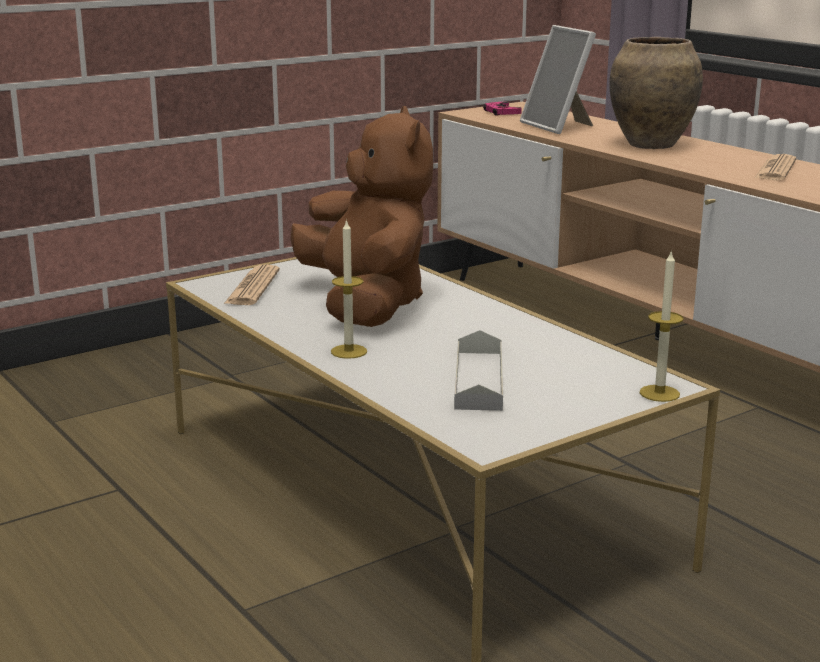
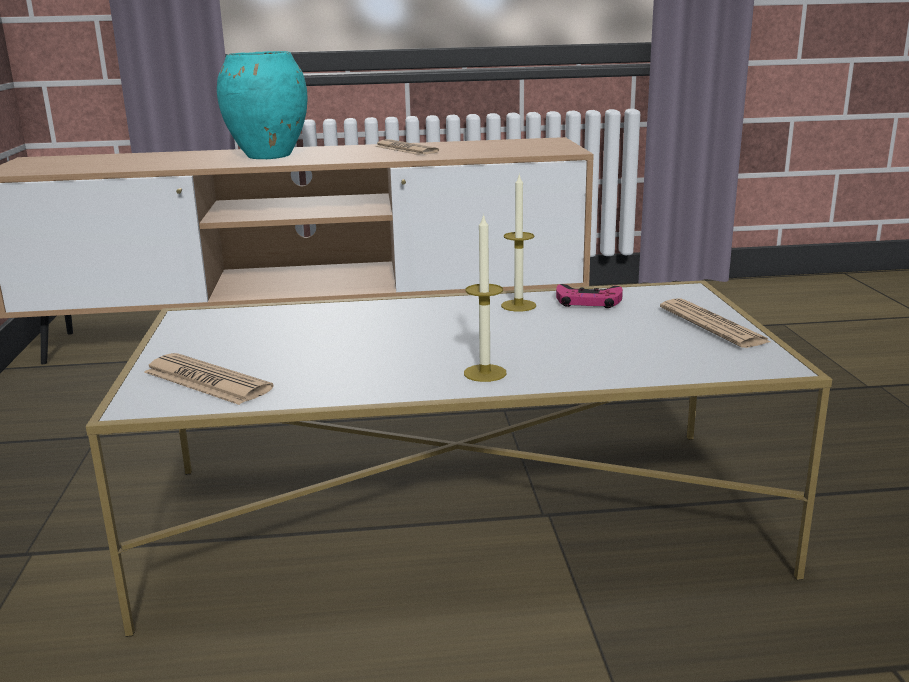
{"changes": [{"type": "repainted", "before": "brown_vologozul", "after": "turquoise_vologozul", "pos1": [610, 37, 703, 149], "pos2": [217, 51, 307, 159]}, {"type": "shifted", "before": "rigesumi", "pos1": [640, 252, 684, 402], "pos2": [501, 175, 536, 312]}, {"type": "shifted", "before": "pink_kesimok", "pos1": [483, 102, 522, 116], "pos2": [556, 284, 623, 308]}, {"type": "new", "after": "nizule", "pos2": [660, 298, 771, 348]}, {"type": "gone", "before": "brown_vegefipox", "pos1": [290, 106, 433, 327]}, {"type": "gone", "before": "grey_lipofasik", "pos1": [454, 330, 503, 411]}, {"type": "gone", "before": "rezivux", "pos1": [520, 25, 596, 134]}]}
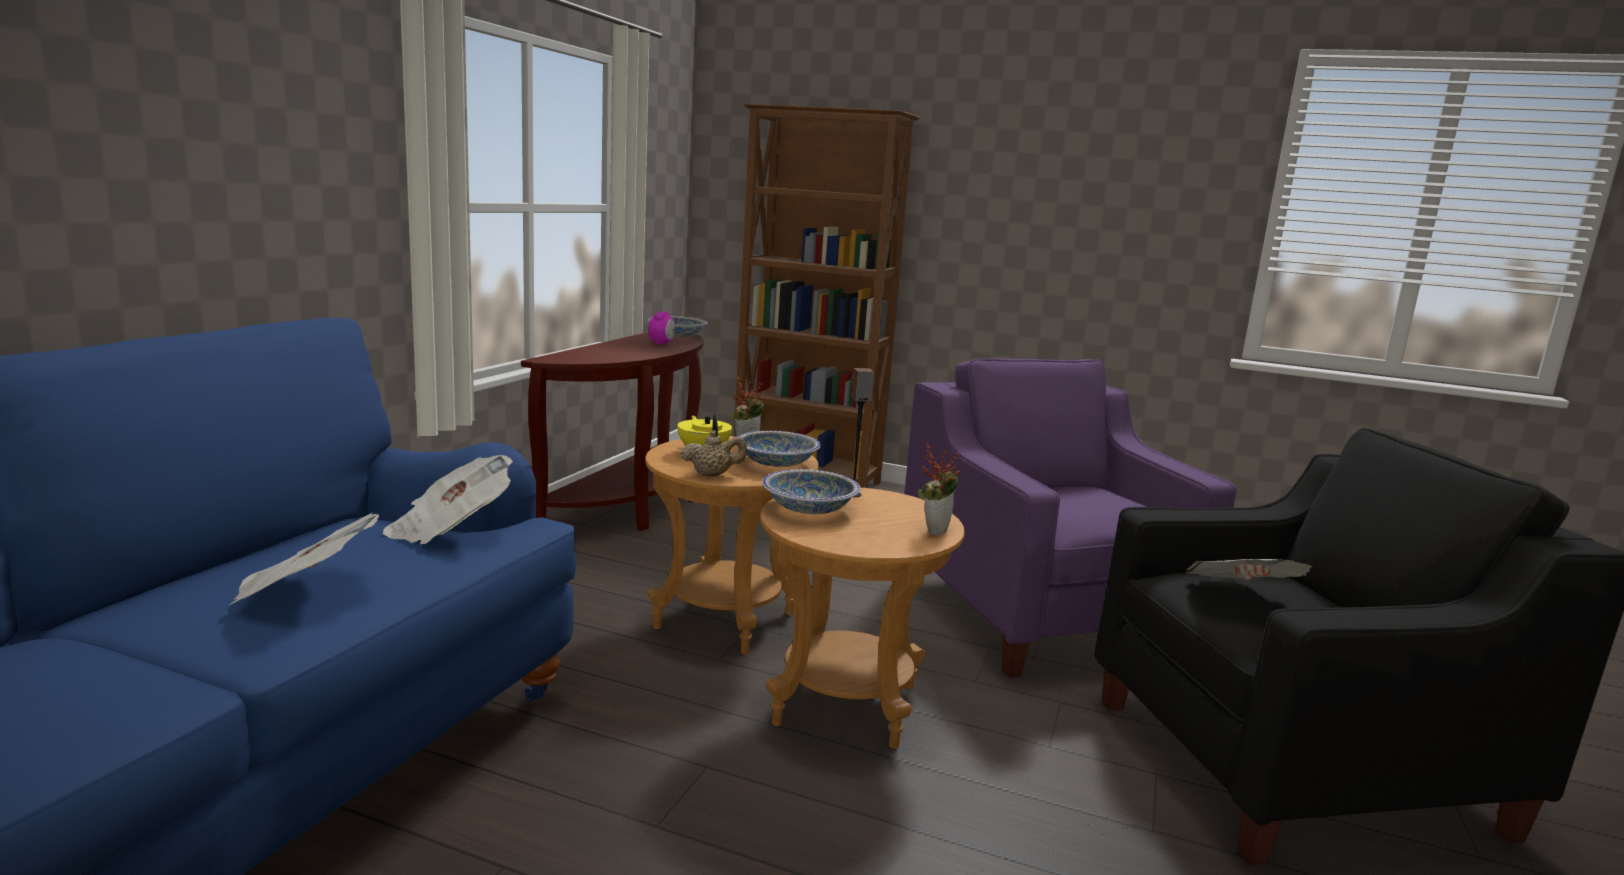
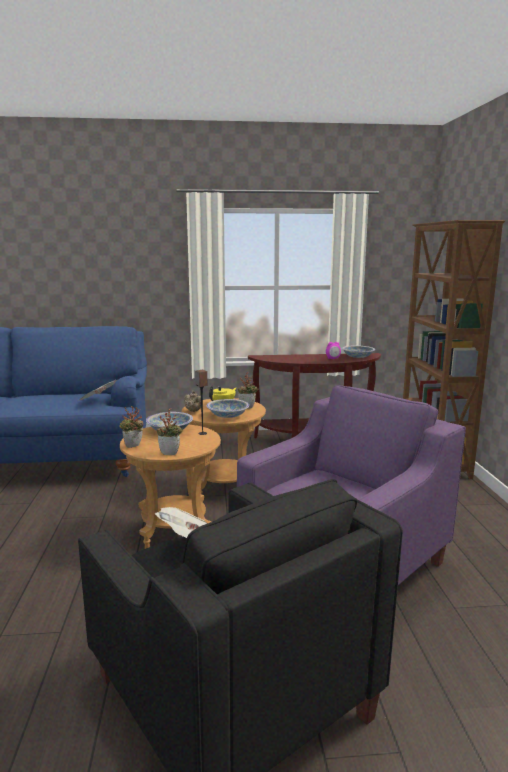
{"changes": [{"type": "new", "after": "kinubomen", "pos2": [120, 406, 143, 448]}, {"type": "gone", "before": "nizule", "pos1": [229, 513, 379, 605]}]}
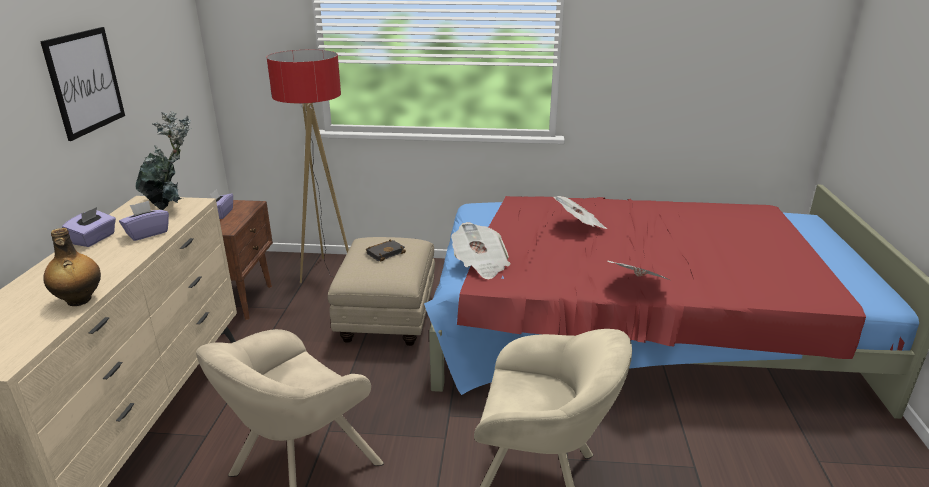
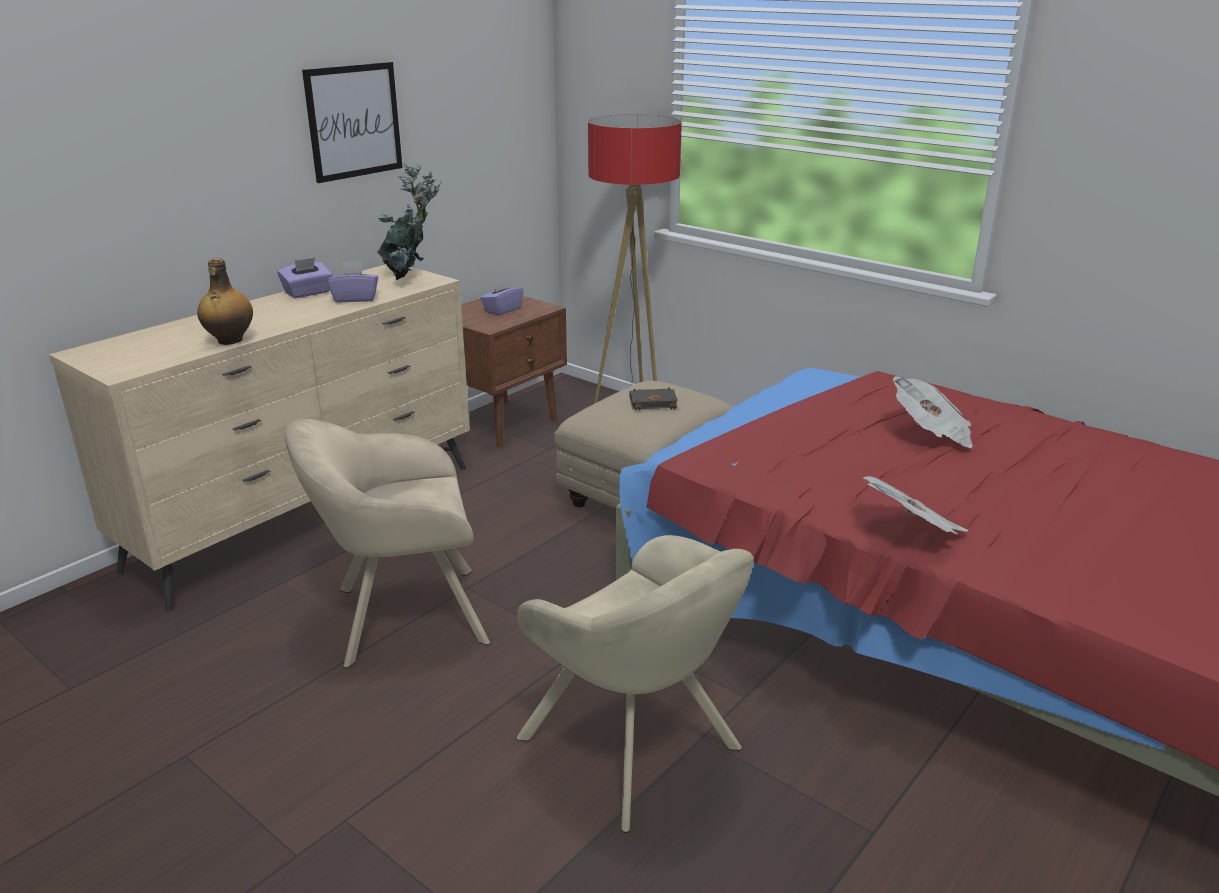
{"changes": [{"type": "gone", "before": "nizule", "pos1": [451, 222, 510, 279]}]}
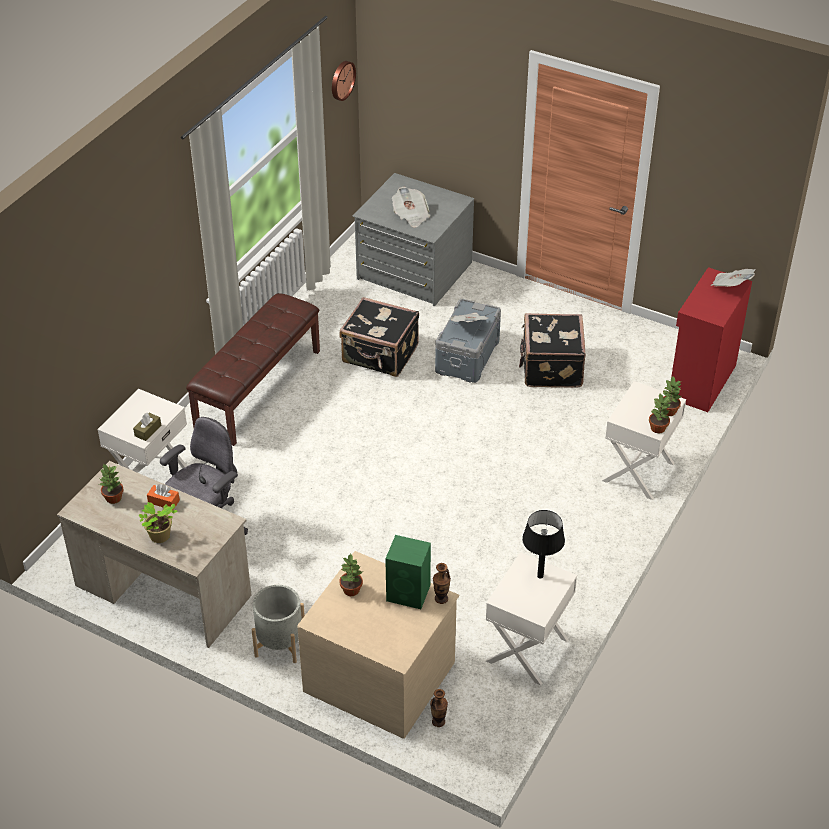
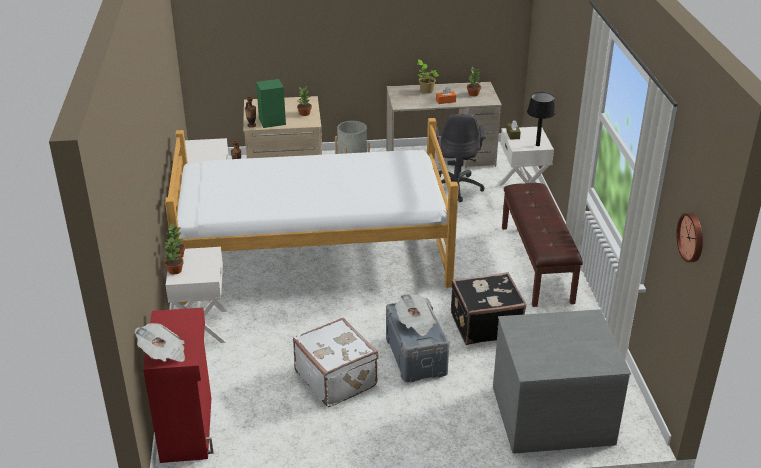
{"changes": [{"type": "new", "after": "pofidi", "pos2": [165, 118, 459, 305]}, {"type": "repainted", "before": "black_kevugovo", "after": "white_kevugovo", "pos1": [519, 313, 586, 388], "pos2": [293, 318, 378, 407]}, {"type": "shifted", "before": "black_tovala", "pos1": [522, 510, 565, 579], "pos2": [527, 92, 555, 146]}, {"type": "gone", "before": "nizule", "pos1": [392, 187, 430, 228]}]}
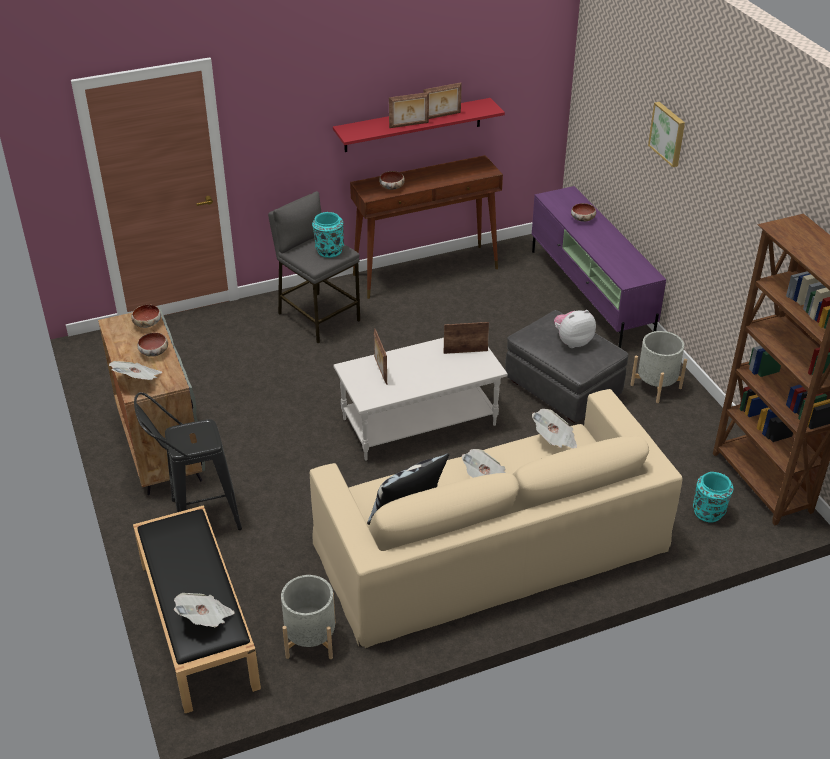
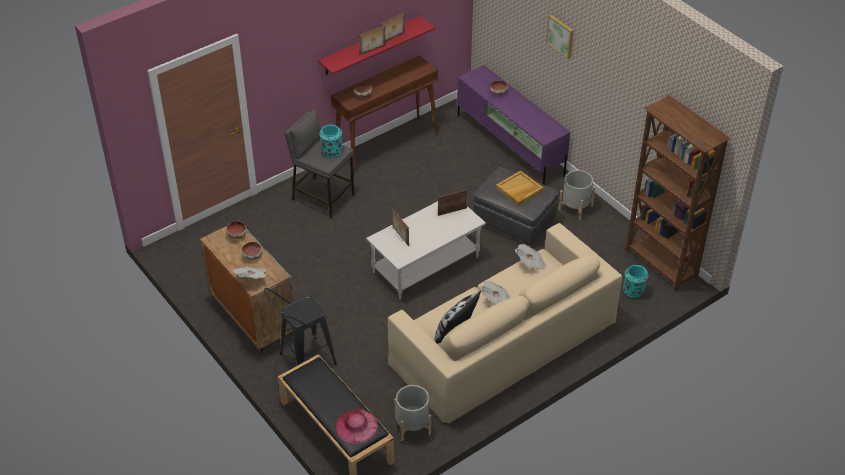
{"changes": [{"type": "swapped", "before": "nizule", "after": "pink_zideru", "pos1": [174, 593, 234, 627], "pos2": [335, 409, 378, 444]}, {"type": "swapped", "before": "vegefipox", "after": "beige_lipofasik", "pos1": [554, 310, 596, 348], "pos2": [496, 170, 544, 206]}]}
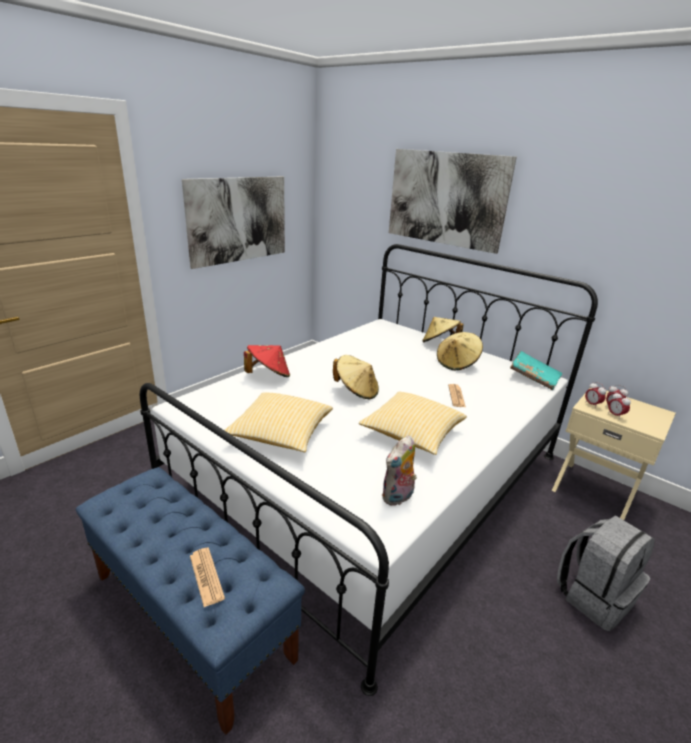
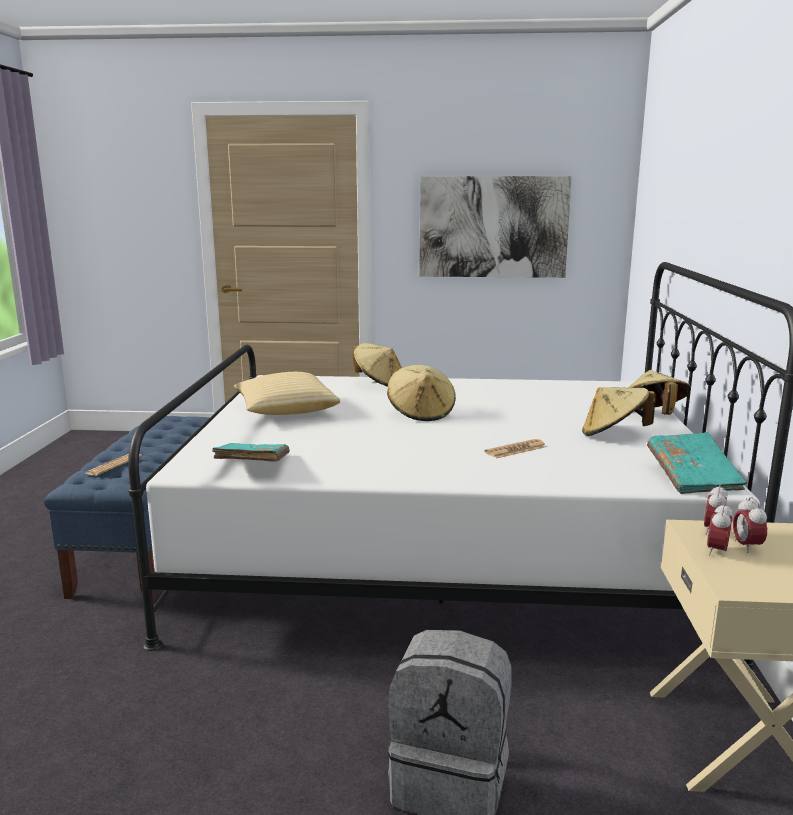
{"changes": [{"type": "swapped", "before": "vegefipox", "after": "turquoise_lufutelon", "pos1": [382, 435, 417, 506], "pos2": [212, 443, 290, 462]}, {"type": "repainted", "before": "red_zideru", "after": "beige_zideru", "pos1": [244, 345, 290, 377], "pos2": [352, 343, 402, 387]}, {"type": "gone", "before": "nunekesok", "pos1": [359, 392, 467, 455]}, {"type": "gone", "before": "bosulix", "pos1": [389, 149, 517, 254]}]}
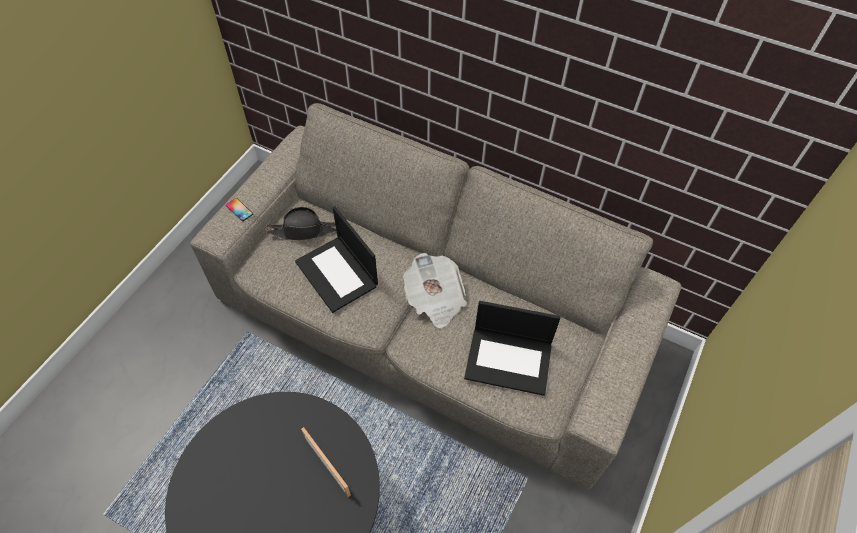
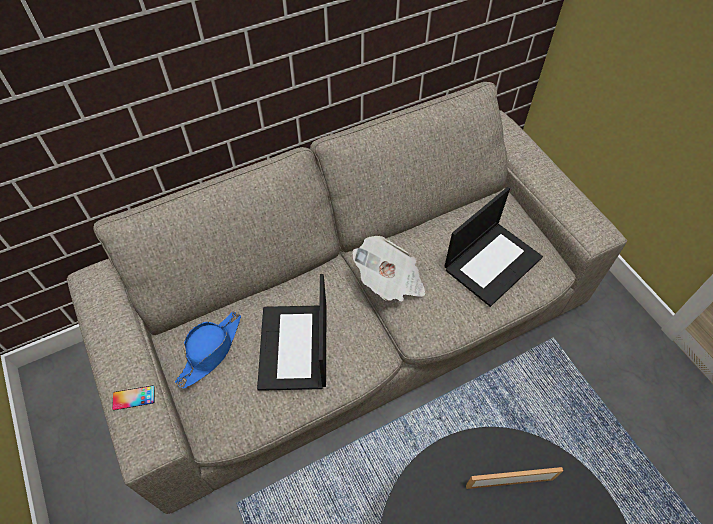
{"changes": [{"type": "repainted", "before": "black_zideru", "after": "blue_zideru", "pos1": [266, 207, 336, 240], "pos2": [175, 311, 241, 389]}, {"type": "rotated", "before": "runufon", "pos1": [295, 206, 378, 313], "pos2": [257, 274, 326, 391], "turn": 90}]}
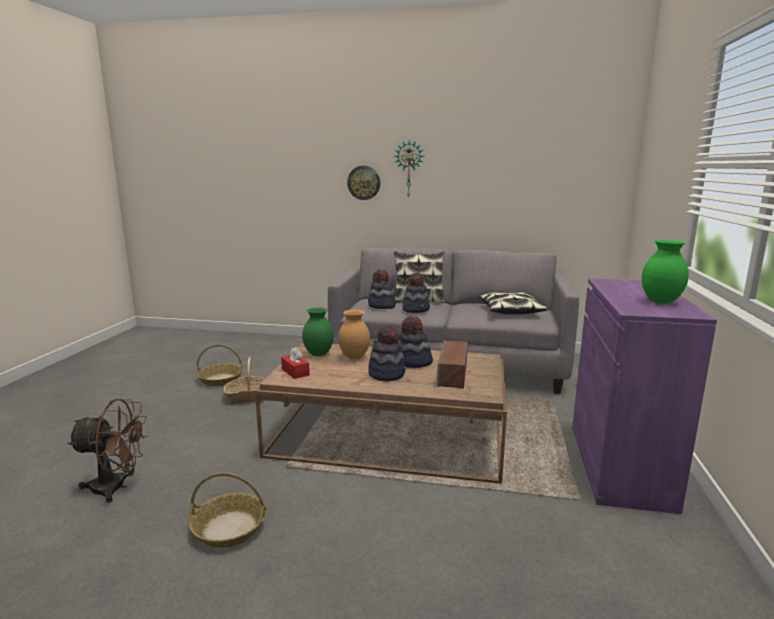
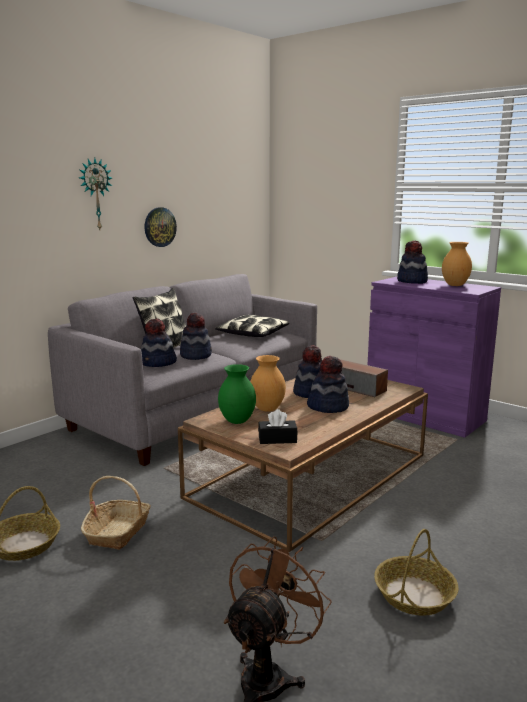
{"changes": [{"type": "shifted", "before": "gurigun", "pos1": [347, 166, 380, 200], "pos2": [145, 207, 177, 247]}, {"type": "repainted", "before": "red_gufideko", "after": "black_gufideko", "pos1": [281, 347, 310, 379], "pos2": [258, 409, 298, 444]}, {"type": "new", "after": "zideru", "pos2": [397, 240, 428, 284]}, {"type": "repainted", "before": "green_vologozul", "after": "brown_vologozul", "pos1": [642, 240, 689, 304], "pos2": [442, 242, 472, 286]}]}
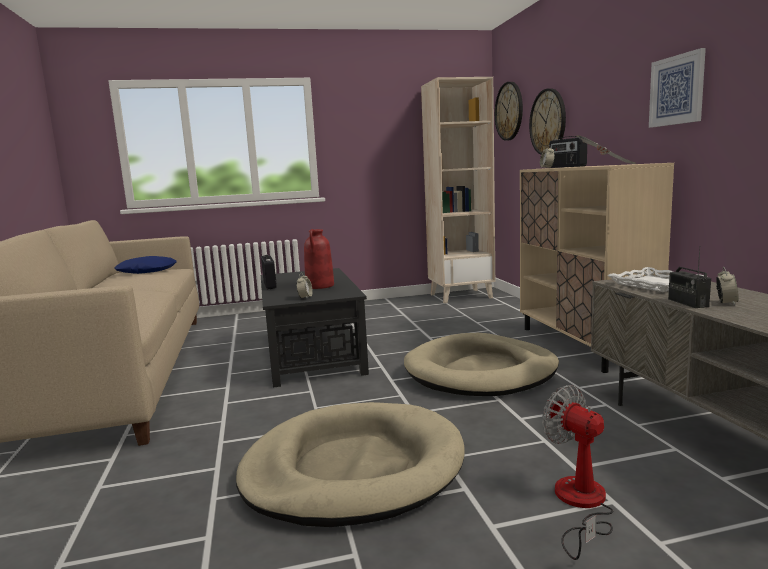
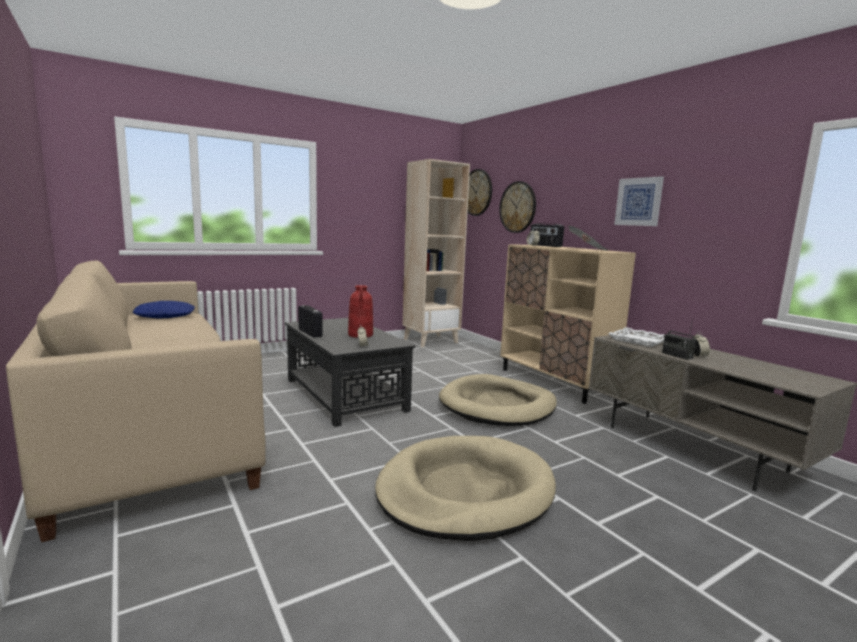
{"changes": [{"type": "gone", "before": "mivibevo", "pos1": [542, 385, 613, 560]}]}
